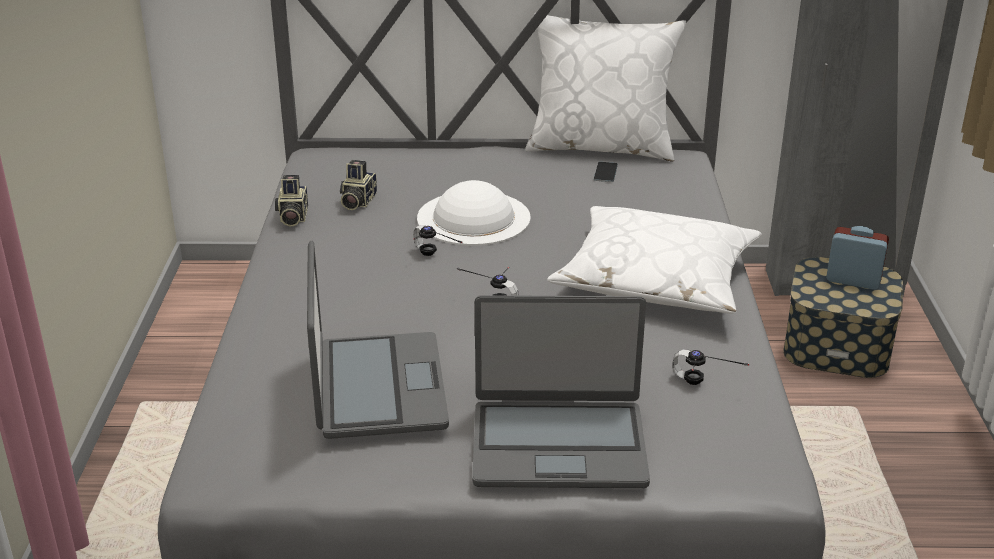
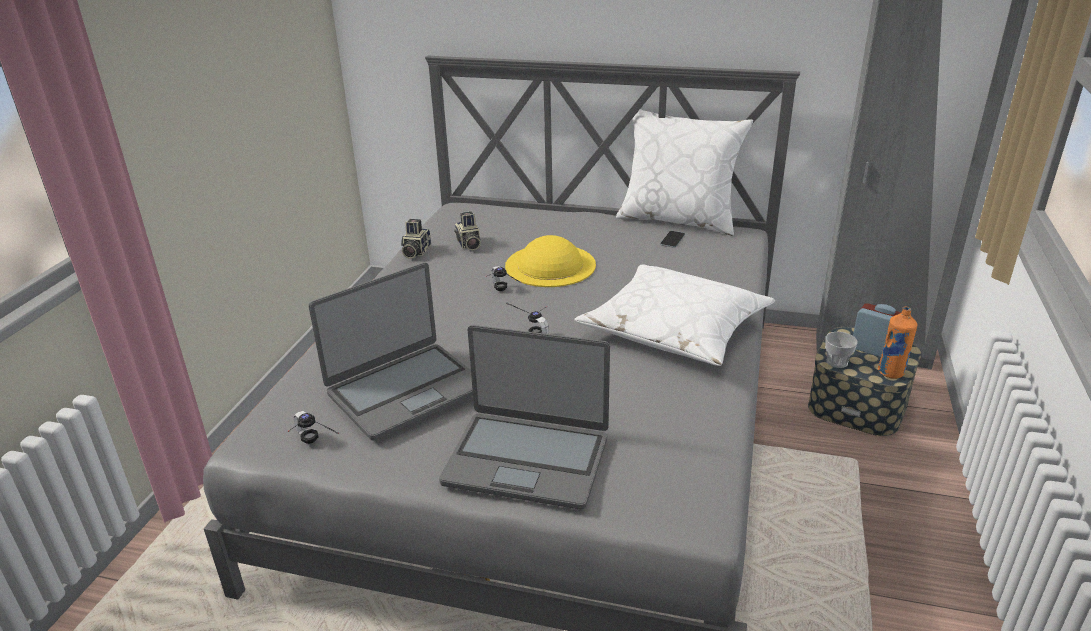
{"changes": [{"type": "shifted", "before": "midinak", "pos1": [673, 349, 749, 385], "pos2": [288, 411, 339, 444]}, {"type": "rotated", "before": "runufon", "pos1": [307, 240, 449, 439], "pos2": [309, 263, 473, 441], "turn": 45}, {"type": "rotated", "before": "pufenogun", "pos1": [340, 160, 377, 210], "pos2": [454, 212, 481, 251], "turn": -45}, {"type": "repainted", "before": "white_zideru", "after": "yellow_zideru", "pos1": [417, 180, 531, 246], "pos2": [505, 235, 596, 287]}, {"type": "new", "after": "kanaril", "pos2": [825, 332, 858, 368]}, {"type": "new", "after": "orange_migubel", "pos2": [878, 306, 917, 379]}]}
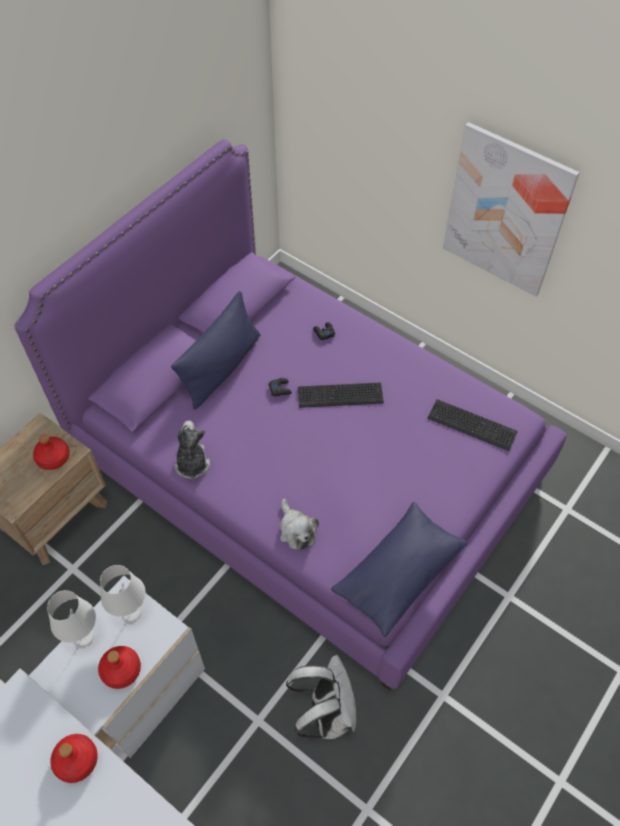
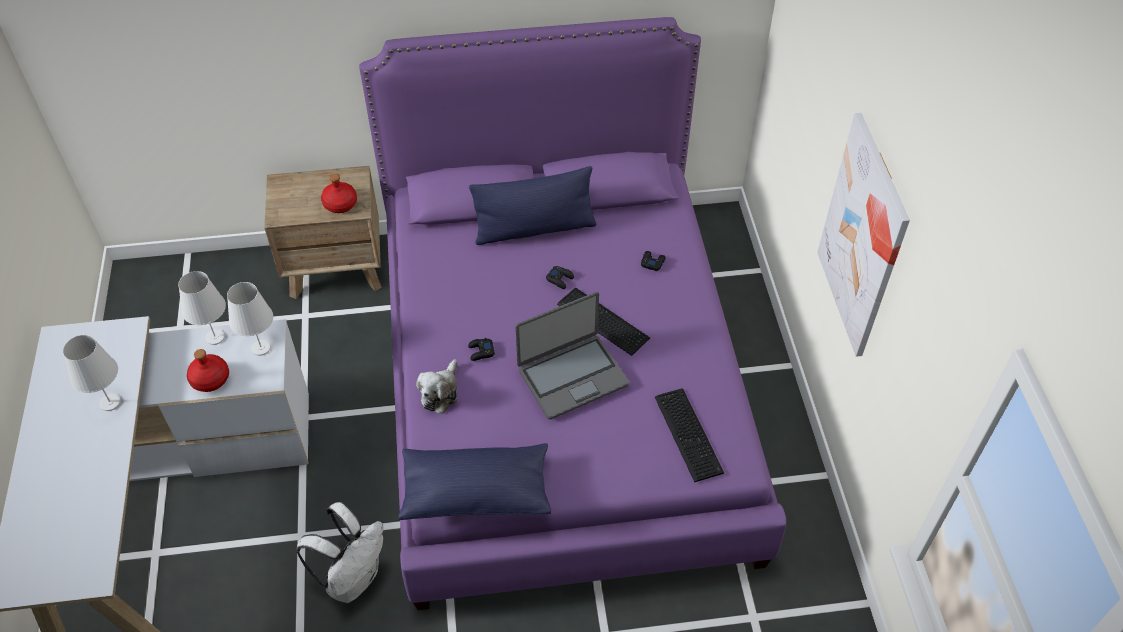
{"changes": [{"type": "swapped", "before": "red_migubel", "after": "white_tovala", "pos1": [50, 734, 98, 783], "pos2": [63, 335, 121, 411]}, {"type": "new", "after": "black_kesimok", "pos2": [468, 338, 495, 361]}, {"type": "new", "after": "runufon", "pos2": [515, 292, 629, 420]}, {"type": "gone", "before": "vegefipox", "pos1": [174, 420, 210, 481]}]}
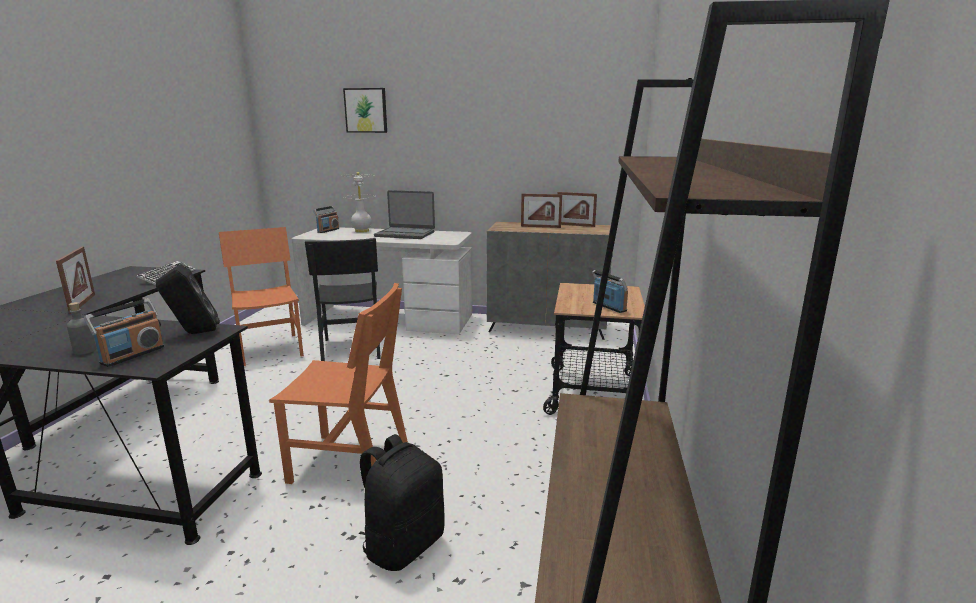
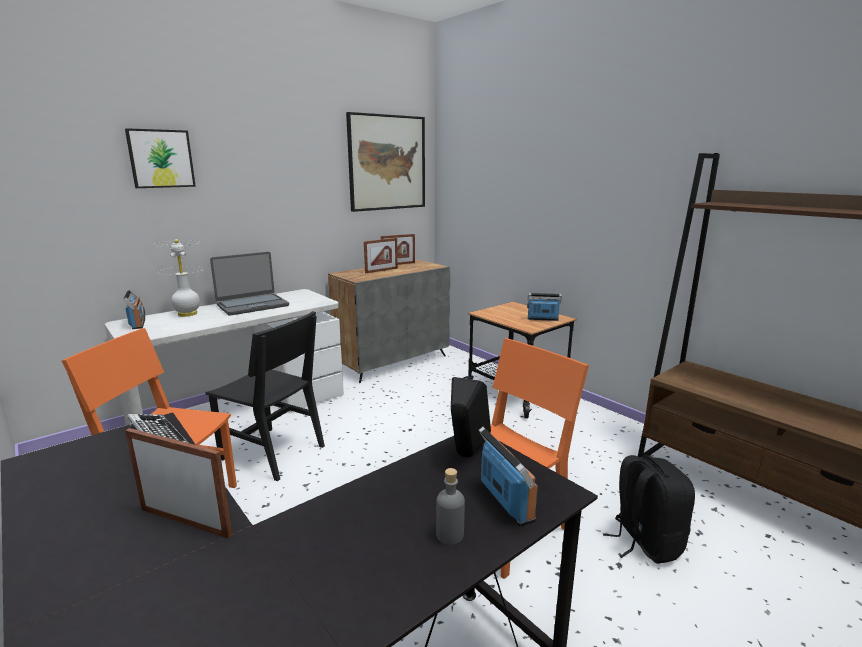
{"changes": [{"type": "new", "after": "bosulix", "pos2": [346, 112, 425, 212]}]}
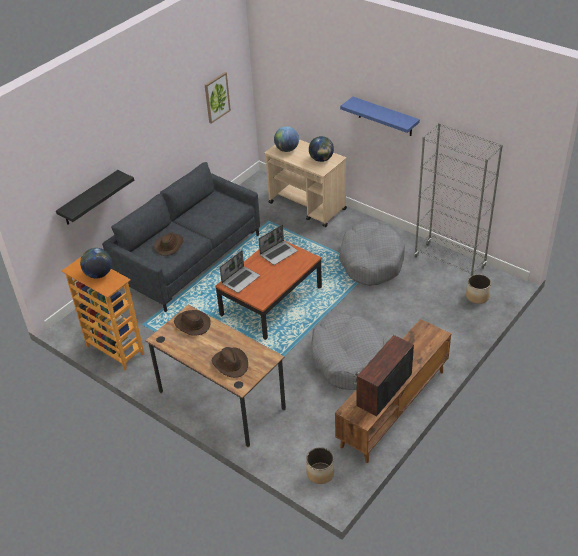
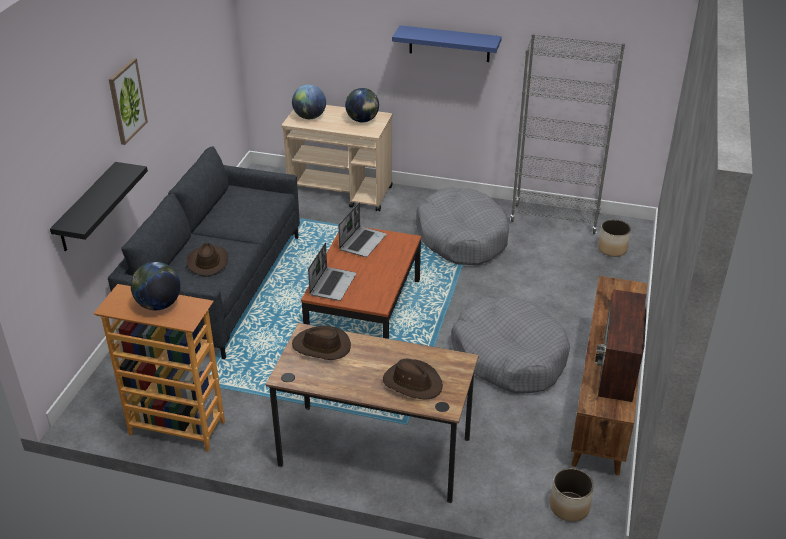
{"changes": [{"type": "shifted", "before": "bosulix", "pos1": [205, 72, 231, 124], "pos2": [109, 58, 148, 145]}]}
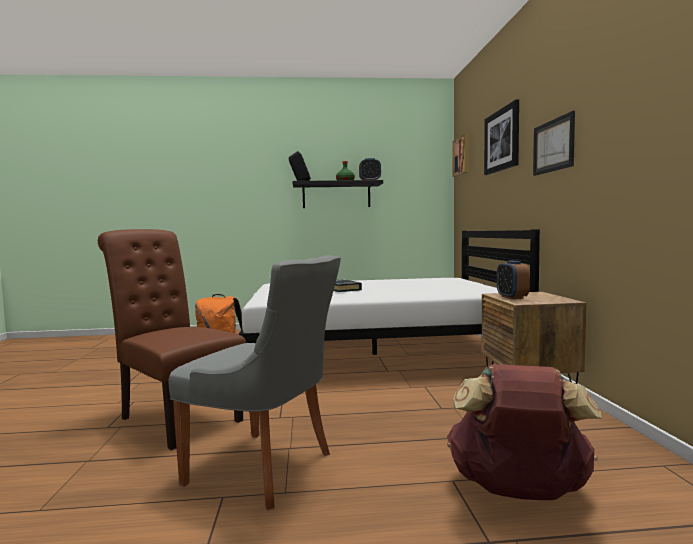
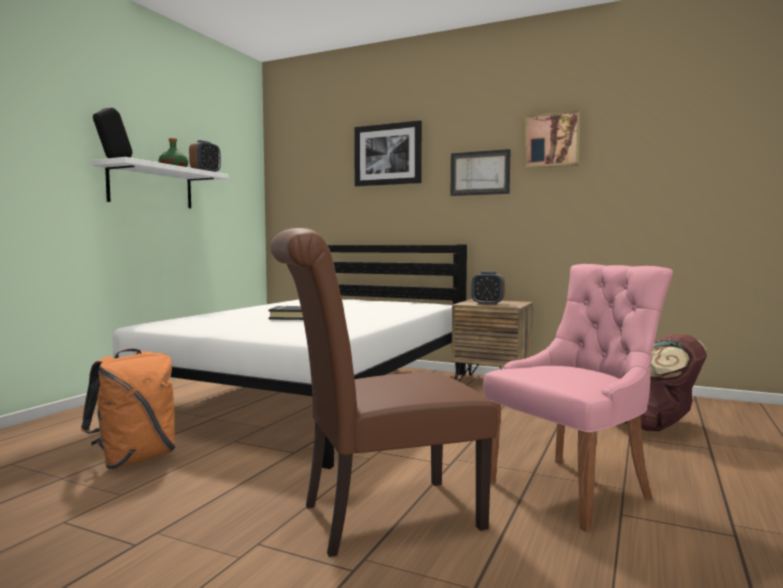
{"changes": [{"type": "repainted", "before": "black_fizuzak", "after": "white_fizuzak", "pos1": [293, 180, 383, 208], "pos2": [92, 157, 229, 208]}, {"type": "repainted", "before": "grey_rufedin", "after": "pink_rufedin", "pos1": [168, 255, 341, 510], "pos2": [483, 264, 673, 532]}, {"type": "shifted", "before": "bosulix", "pos1": [452, 134, 469, 177], "pos2": [525, 110, 580, 168]}]}
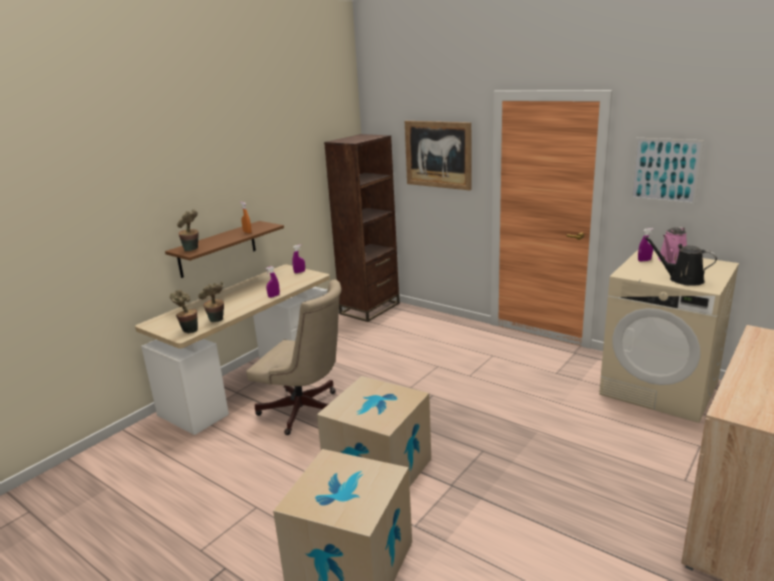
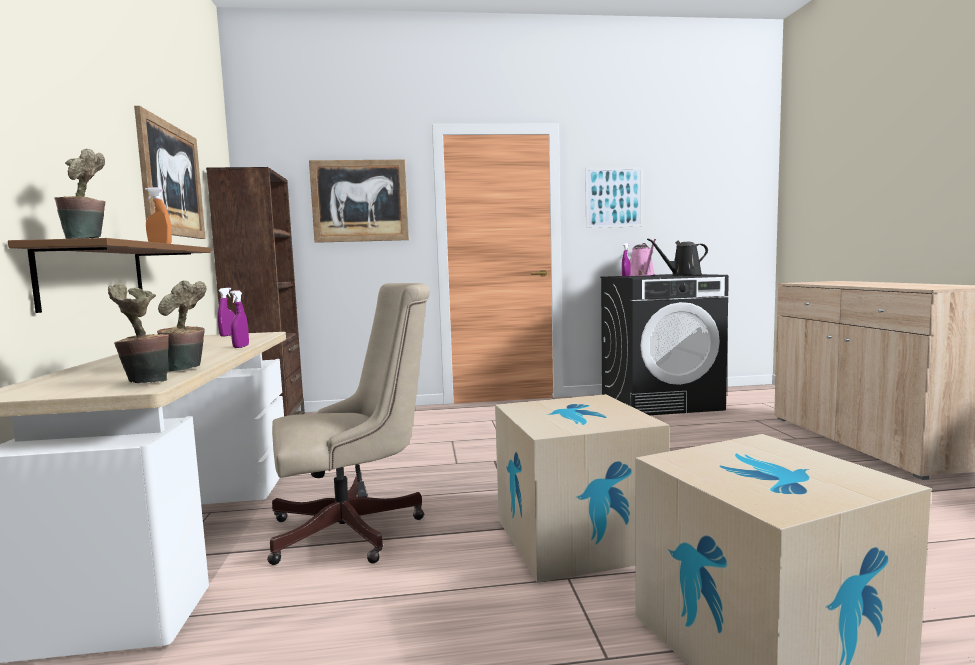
{"changes": [{"type": "new", "after": "bosulix", "pos2": [134, 106, 205, 239]}, {"type": "repainted", "before": "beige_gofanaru", "after": "black_gofanaru", "pos1": [599, 249, 739, 423], "pos2": [600, 274, 729, 415]}]}
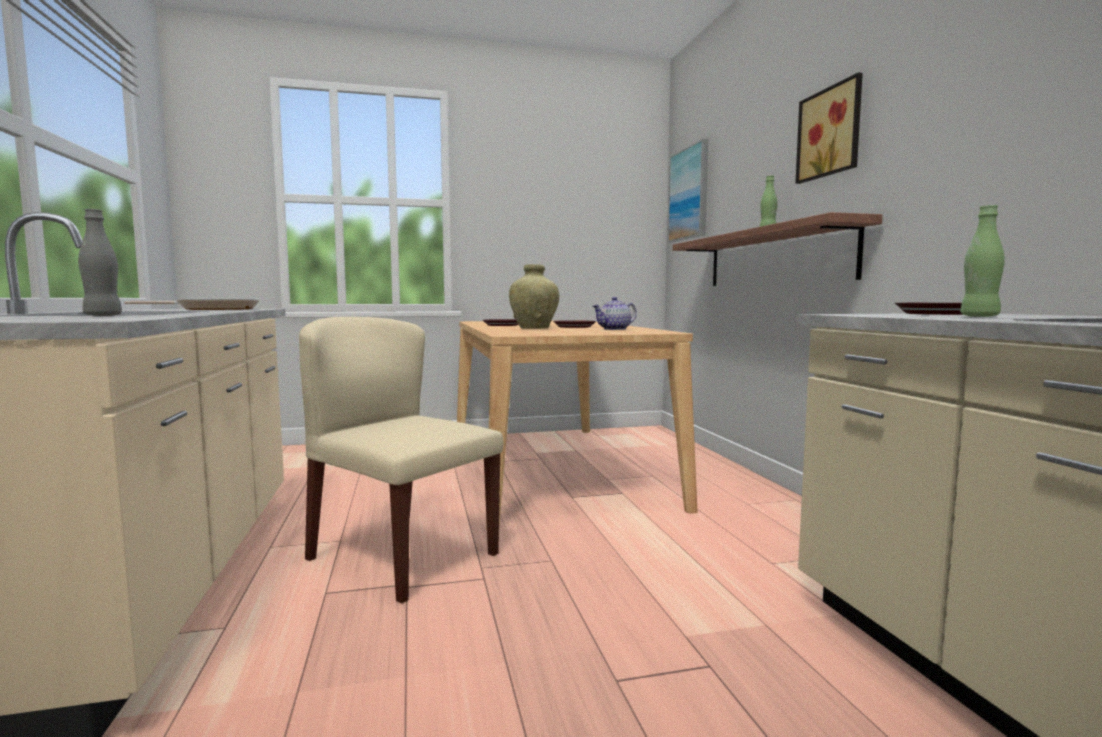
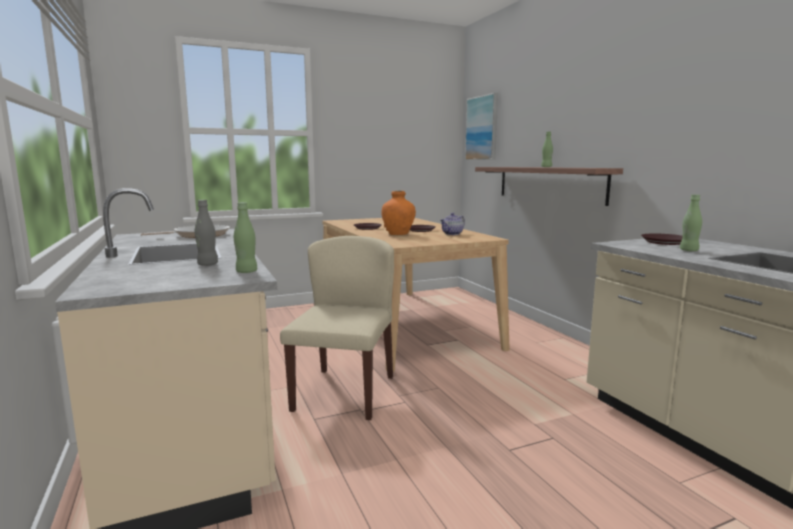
{"changes": [{"type": "new", "after": "green_migubel", "pos2": [234, 202, 257, 273]}, {"type": "rotated", "before": "beige_rufedin", "pos1": [299, 317, 504, 604], "pos2": [280, 236, 394, 420], "turn": 75}, {"type": "repainted", "before": "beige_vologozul", "after": "orange_vologozul", "pos1": [509, 264, 559, 329], "pos2": [381, 191, 416, 235]}, {"type": "gone", "before": "bosulix", "pos1": [795, 72, 863, 184]}]}
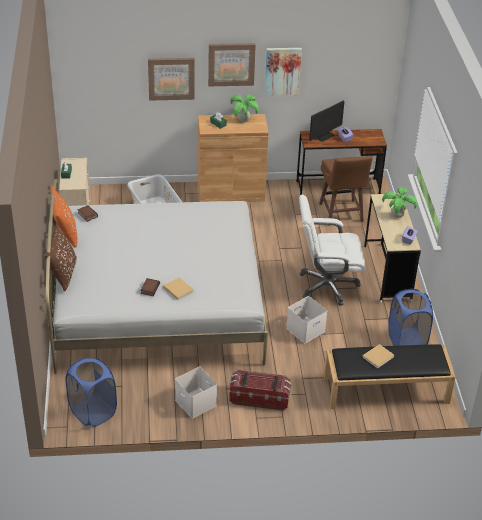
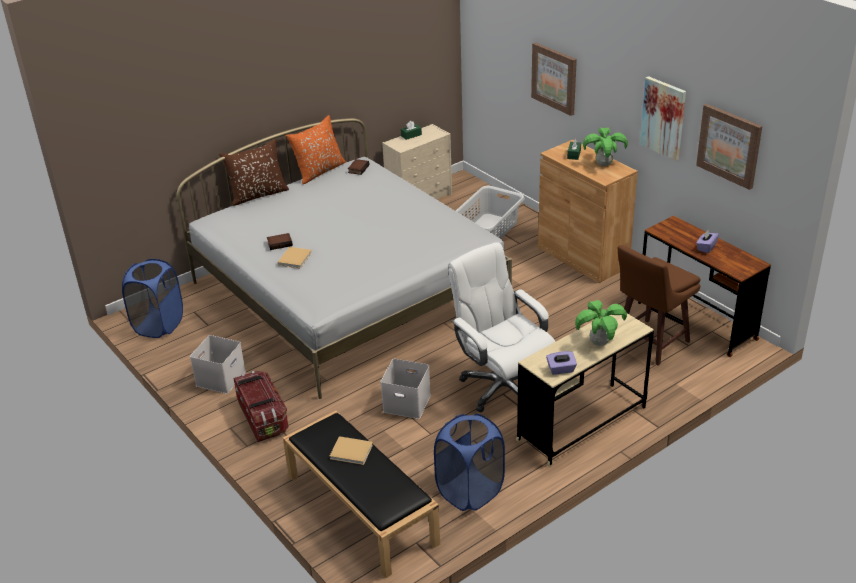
{"changes": [{"type": "shifted", "before": "bosulix", "pos1": [208, 43, 256, 86], "pos2": [696, 104, 762, 190]}, {"type": "gone", "before": "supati", "pos1": [309, 101, 345, 141]}]}
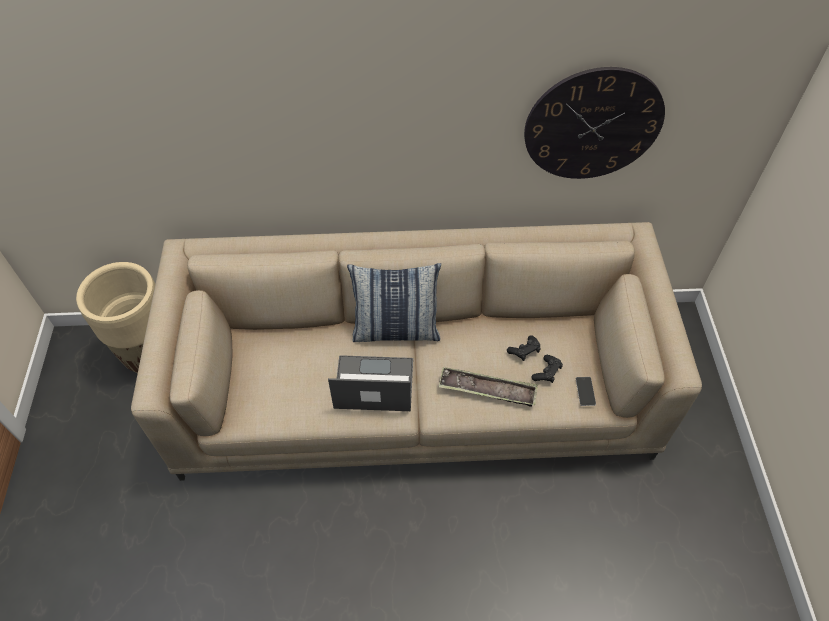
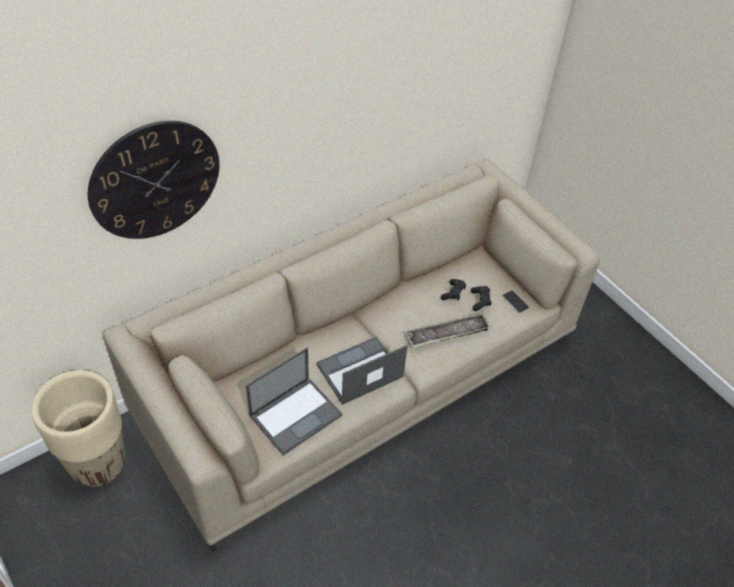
{"changes": [{"type": "shifted", "before": "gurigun", "pos1": [524, 67, 665, 179], "pos2": [88, 121, 220, 239]}, {"type": "new", "after": "runufon", "pos2": [246, 348, 342, 456]}, {"type": "gone", "before": "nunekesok", "pos1": [347, 263, 441, 342]}]}
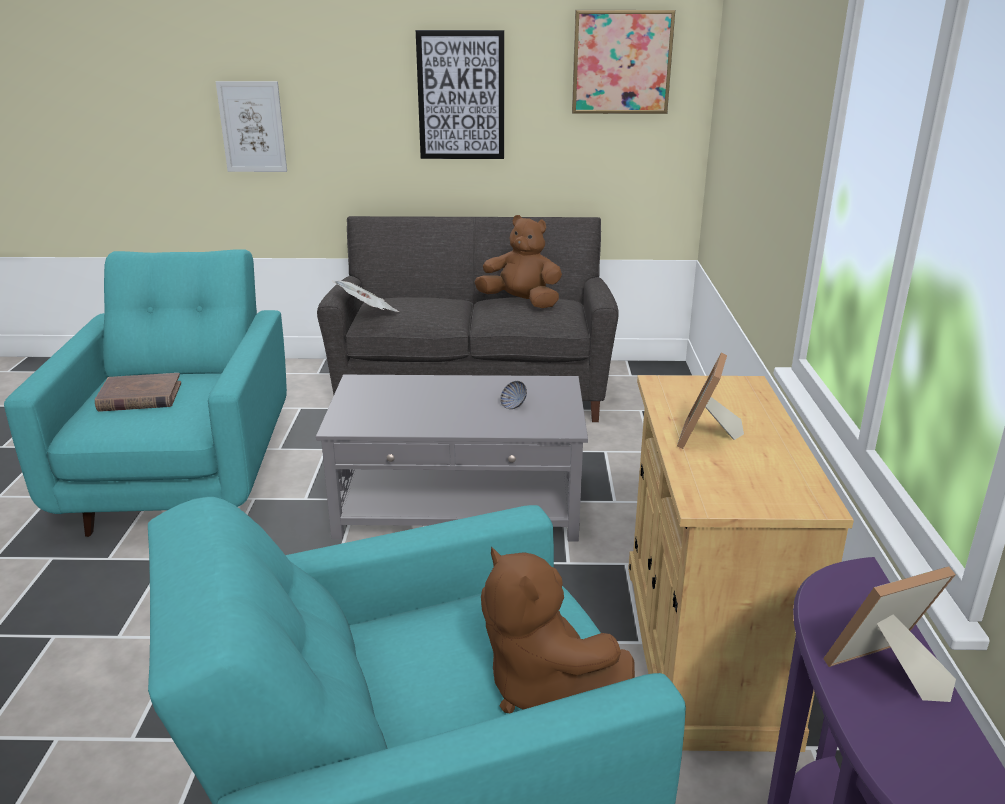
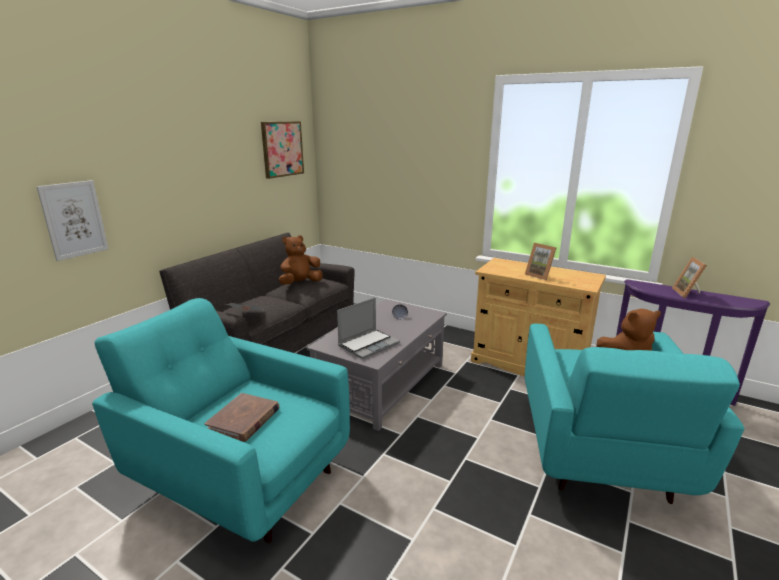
{"changes": [{"type": "new", "after": "runufon", "pos2": [337, 297, 400, 359]}, {"type": "gone", "before": "bosulix", "pos1": [416, 30, 504, 159]}]}
